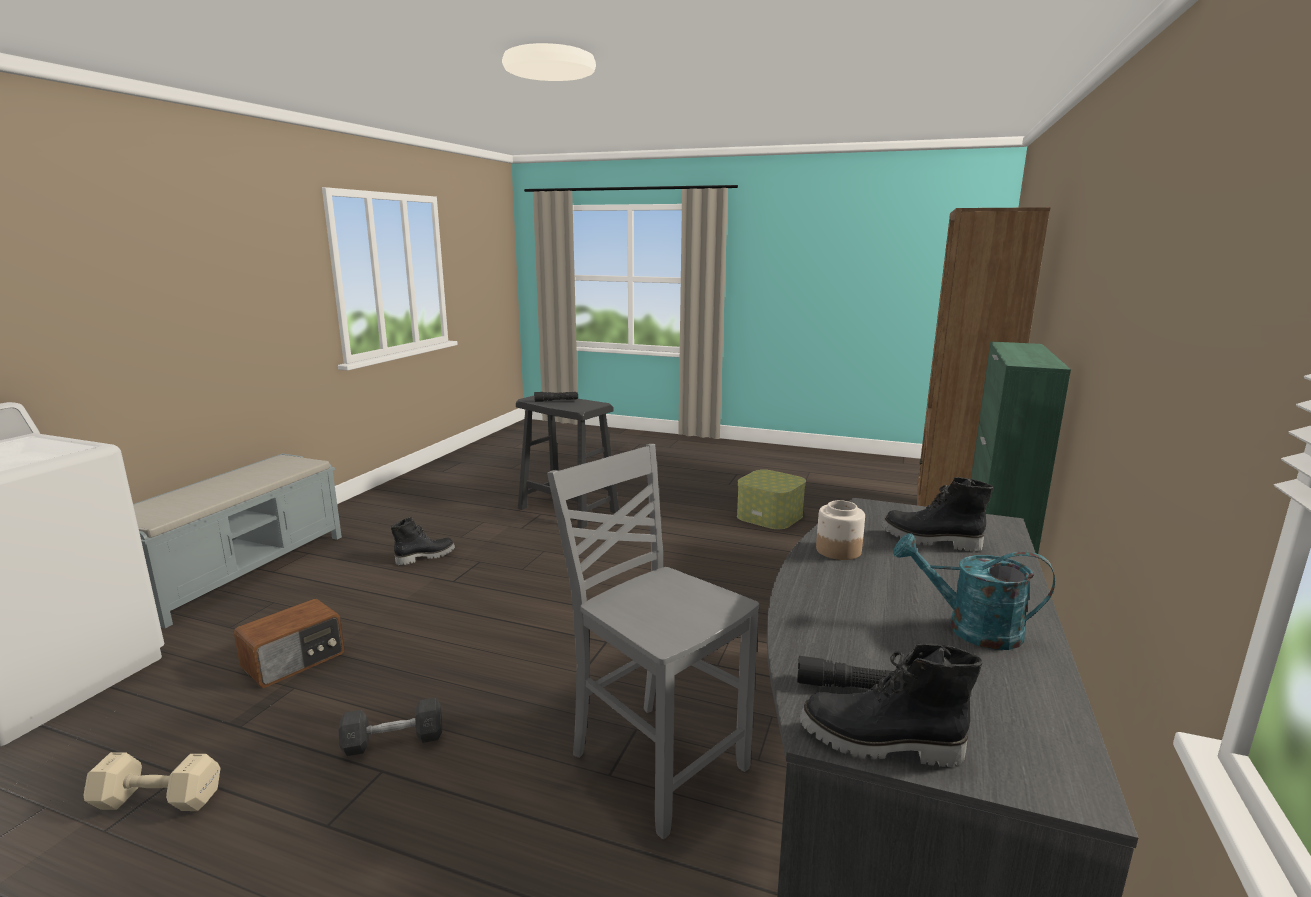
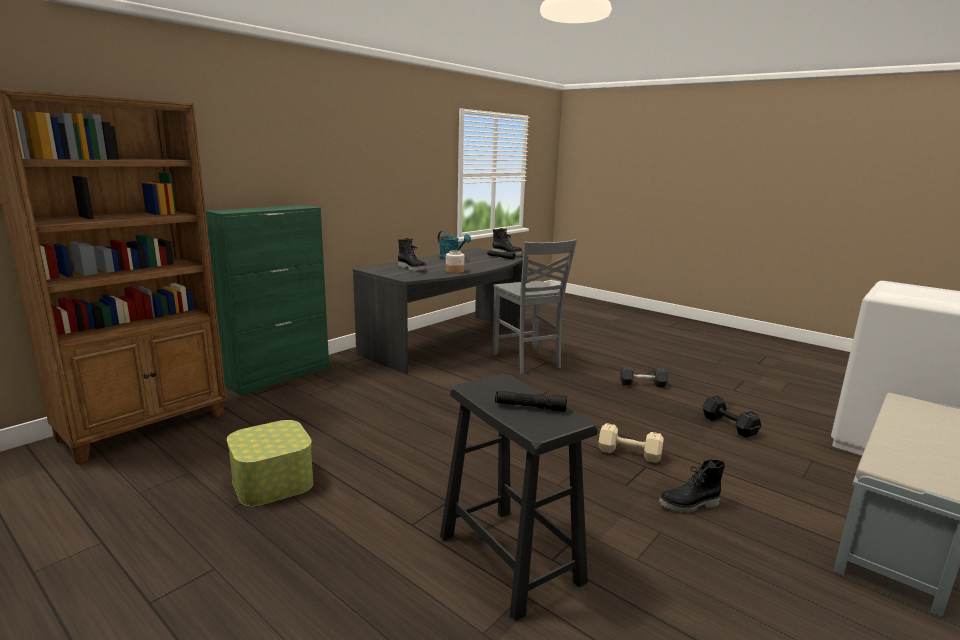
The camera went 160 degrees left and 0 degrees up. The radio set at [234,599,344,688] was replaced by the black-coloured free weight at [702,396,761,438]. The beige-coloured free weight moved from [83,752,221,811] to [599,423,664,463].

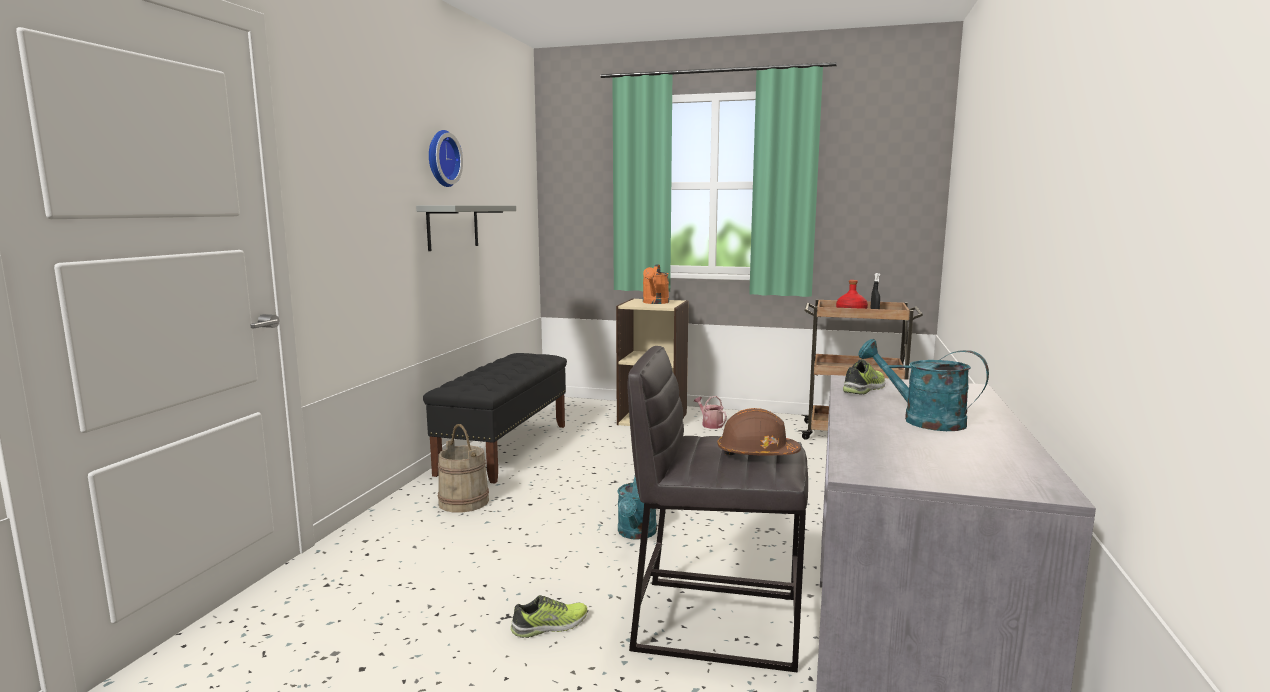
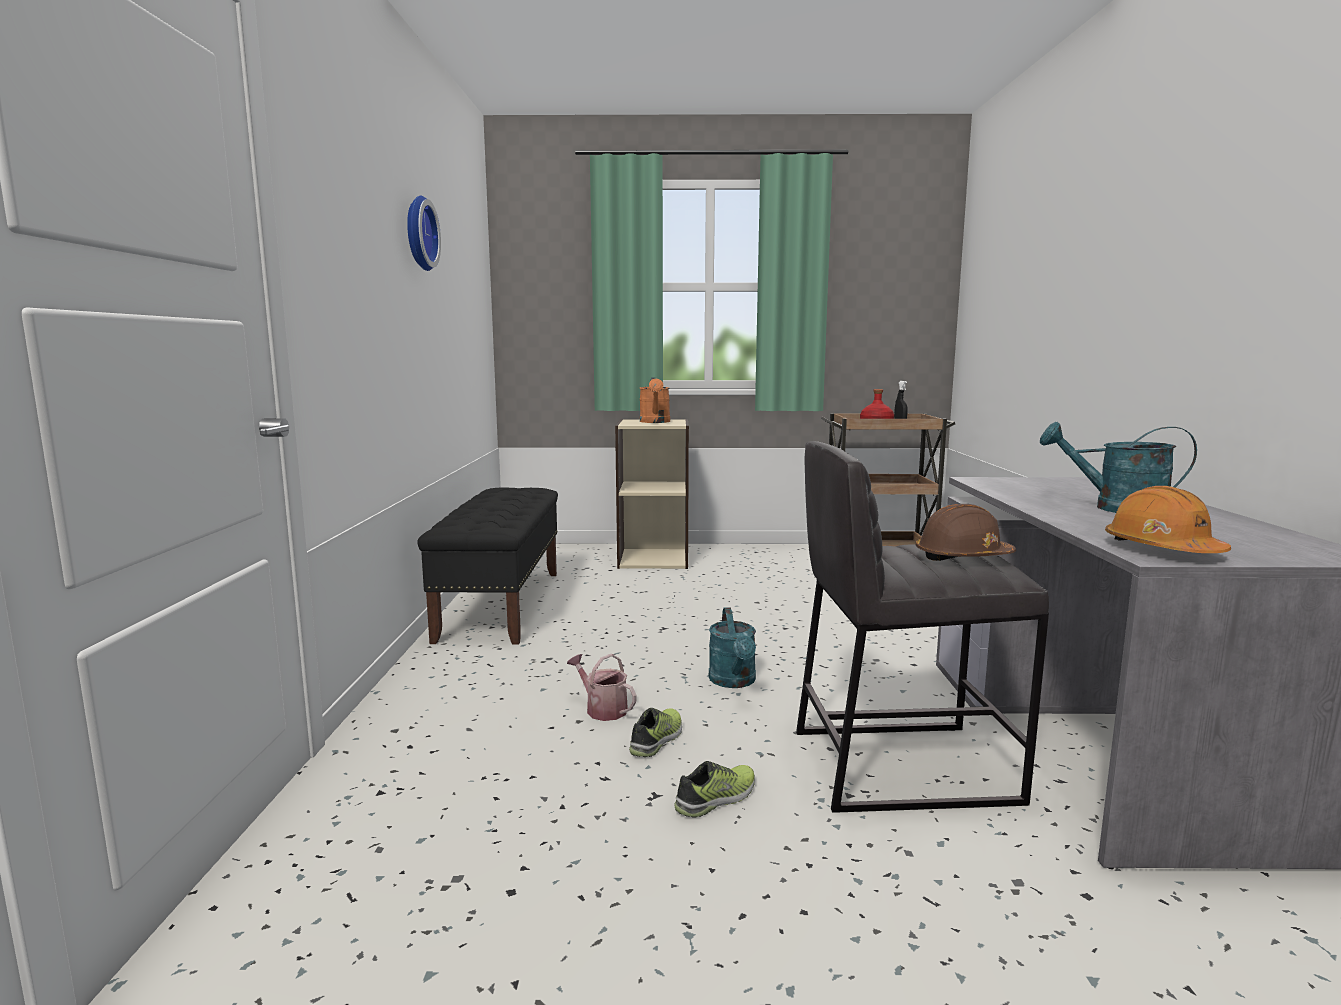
The camera went 15 degrees left and 0 degrees up. The greyish shelf at [416,205,516,251] disappeared. The item of footwear moved from [843,359,885,395] to [629,708,682,757]. The sprinkling can moved from [694,396,727,429] to [567,654,637,721]. The beige-coloured water bucket at [438,424,489,512] disappeared. The orangey safety helmet at [1105,486,1231,553] appeared.

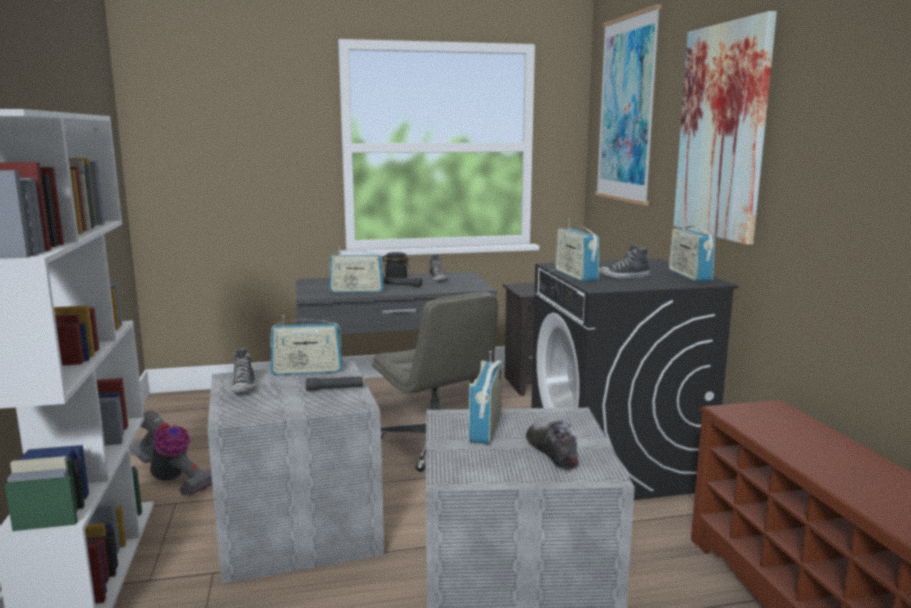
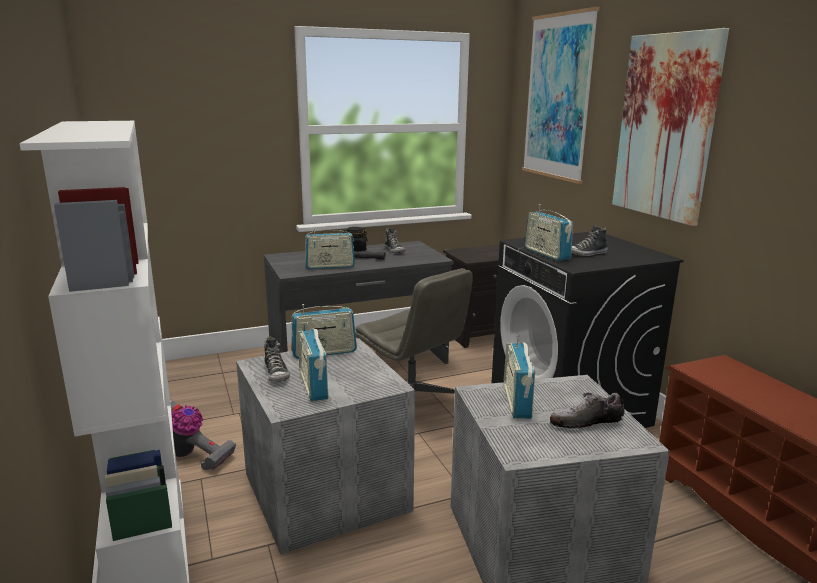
The camera went 10 degrees left and 5 degrees up. The radio set moved from [669,219,715,282] to [298,322,328,401]. The black-coloured flashlight at [306,377,363,391] disappeared. The item of footwear at [526,420,578,470] turned 75 degrees counterclockwise.

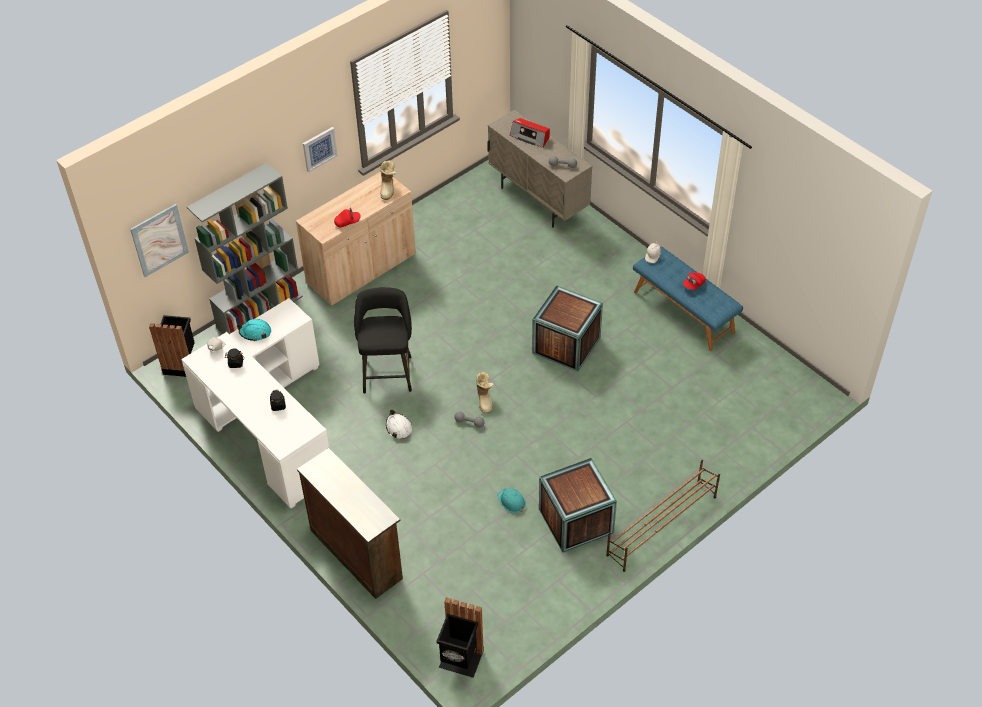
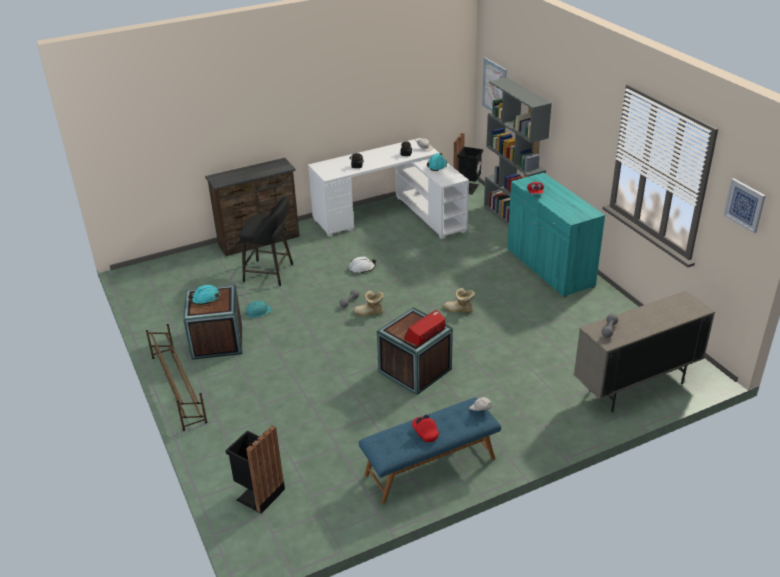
The camera went 105 degrees right and 15 degrees down. The radio set moved from [510,118,550,148] to [404,310,446,346]. The wall art moved from [303,127,338,172] to [723,178,766,233]. The tall boot moved from [380,160,396,200] to [443,288,475,313]. The beige-coloured cupboard at [296,172,416,306] became the turquoise cupboard at [507,173,605,297]. The black-coloured sitting stool moved from [354,287,412,394] to [239,196,293,286]. The black-coloured rubbish bin moved from [436,597,484,678] to [225,425,285,514]. The turquoise safety helmet at [188,285,220,305] appeared.

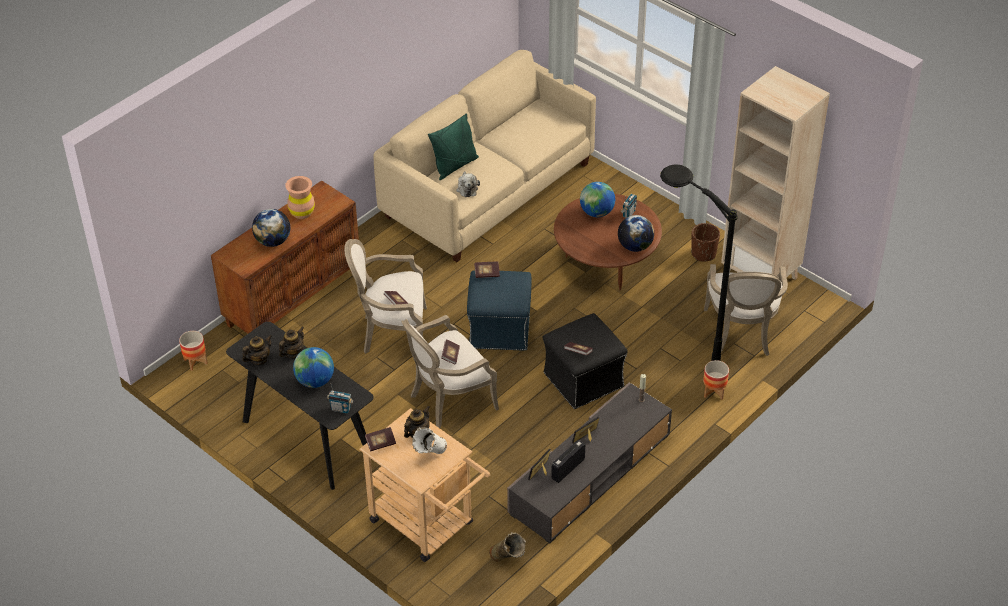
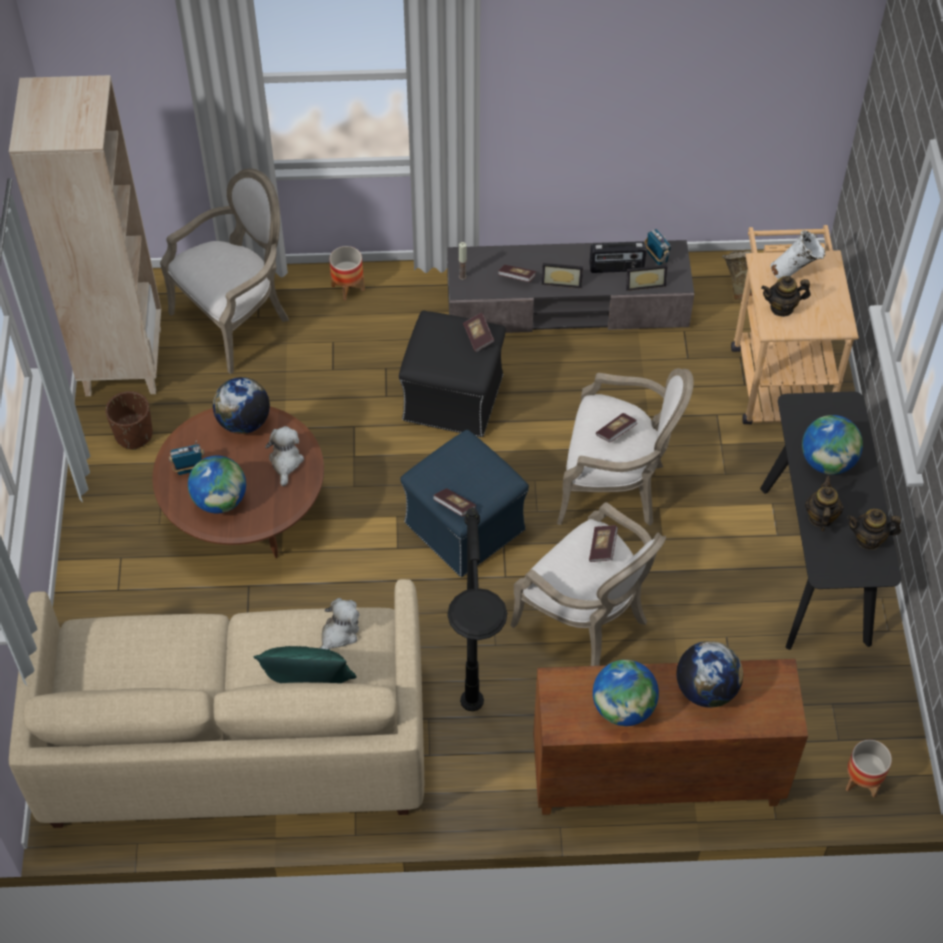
The camera went 135 degrees left and 10 degrees up. The black-coloured standard lamp moved from [660,164,738,361] to [447,508,507,711]. The brownish vase at [285,176,315,219] was replaced by the globe at [593,660,659,726]. The tea pot at [279,327,304,359] turned 105 degrees clockwise. The radio set moved from [327,383,353,414] to [644,229,671,265]. The book moved from [365,427,396,451] to [498,265,536,282]. The soft toy at [265,426,304,486] appeared.

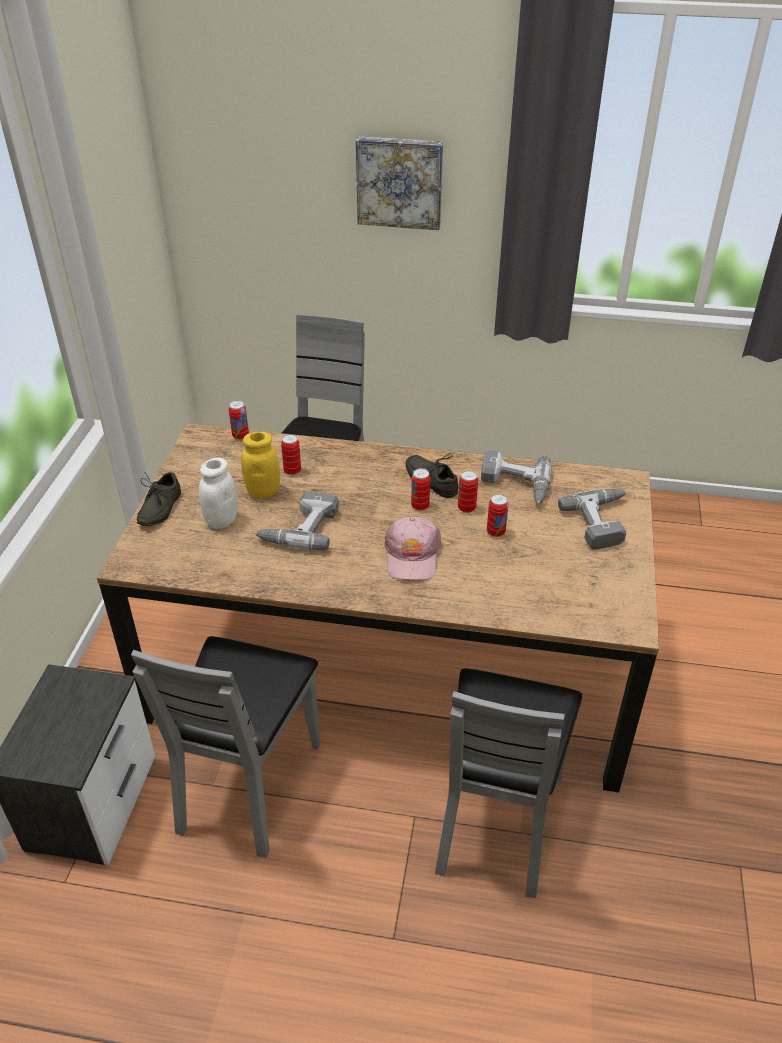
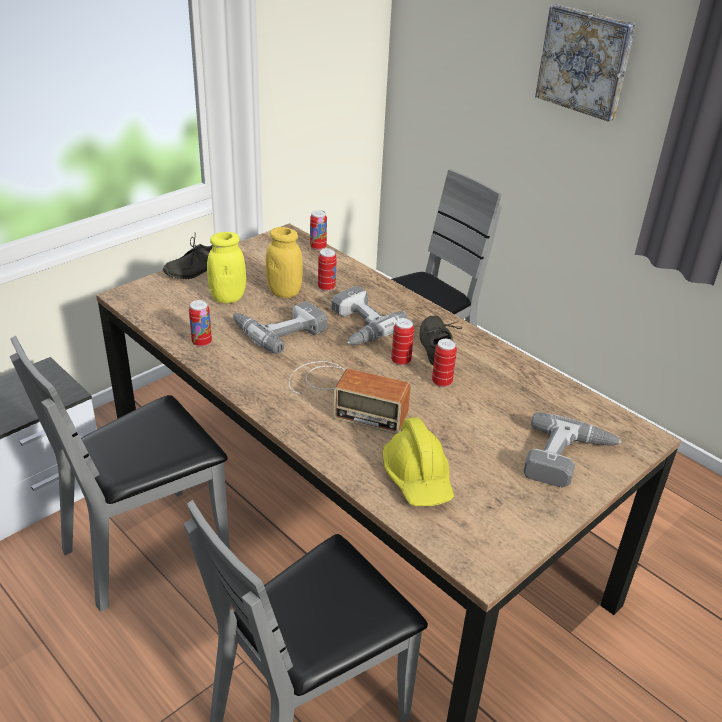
The camera went 35 degrees right and 5 degrees down. The drill moved from [481,450,551,504] to [331,286,408,345]. The white-coloured preserve jar at [199,457,238,529] became the yellow preserve jar at [207,232,246,303]. The can moved from [487,494,508,537] to [189,300,212,347]. The pink-coloured peaked cap at [385,517,441,580] was replaced by the radio set at [289,361,411,434]. The yellow safety helmet at [383,417,454,506] appeared.

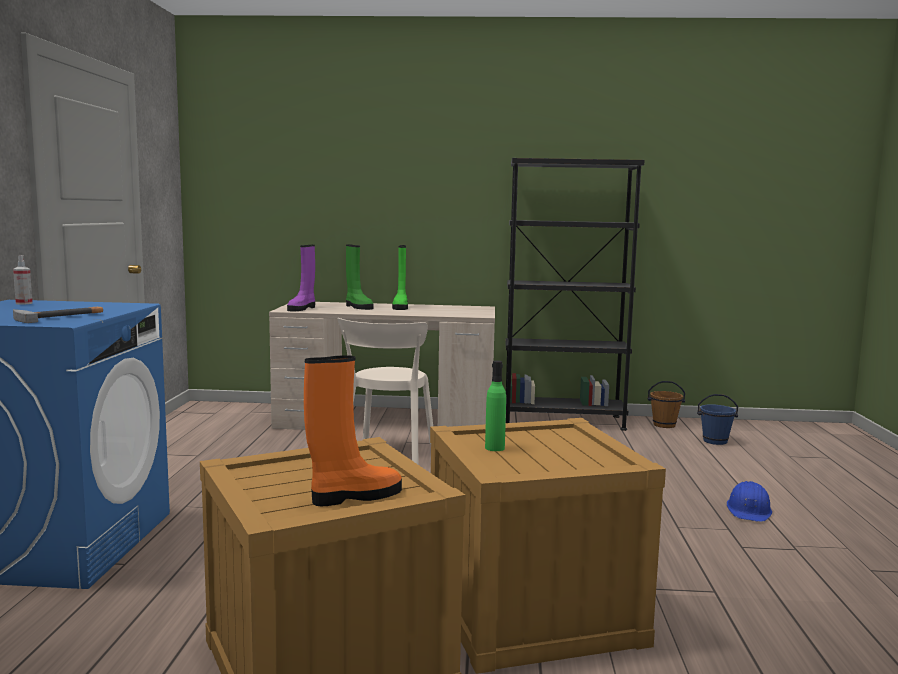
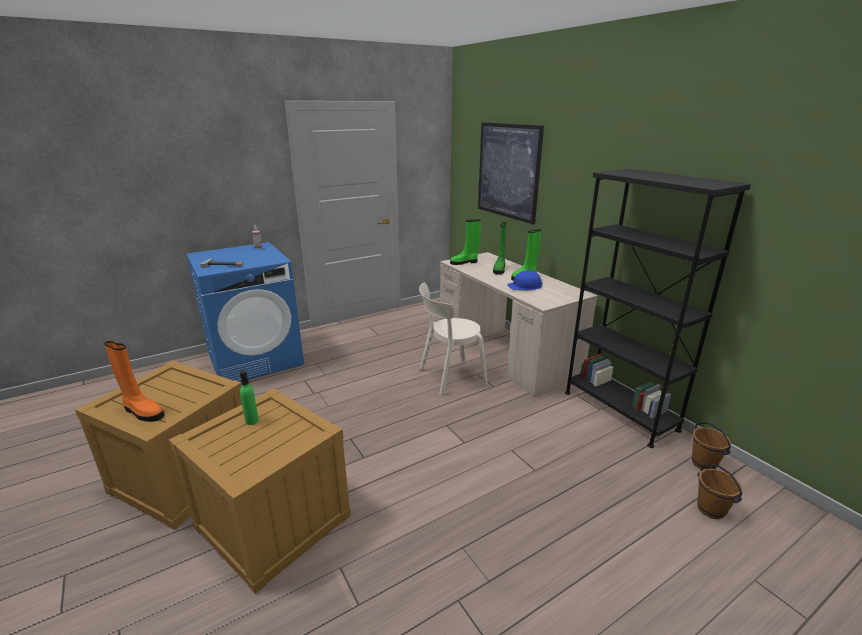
The camera went 55 degrees right and 15 degrees up. The purple tall boot at [287,245,315,311] became the green-coloured tall boot at [450,219,481,265]. The blue water bucket at [697,394,738,445] became the brownish water bucket at [697,464,742,519]. The blue safety helmet moved from [726,481,772,522] to [507,270,543,290]. The wall art at [478,122,544,224] appeared.

